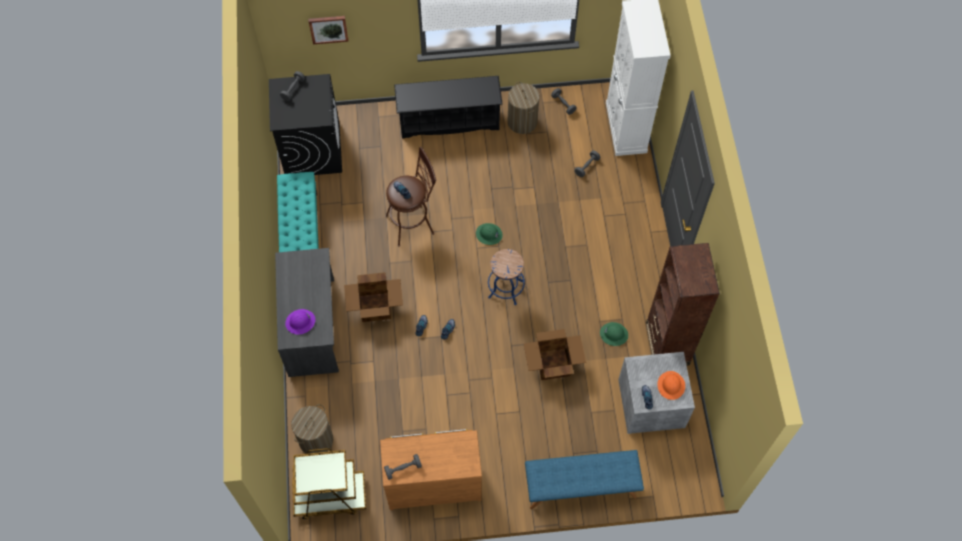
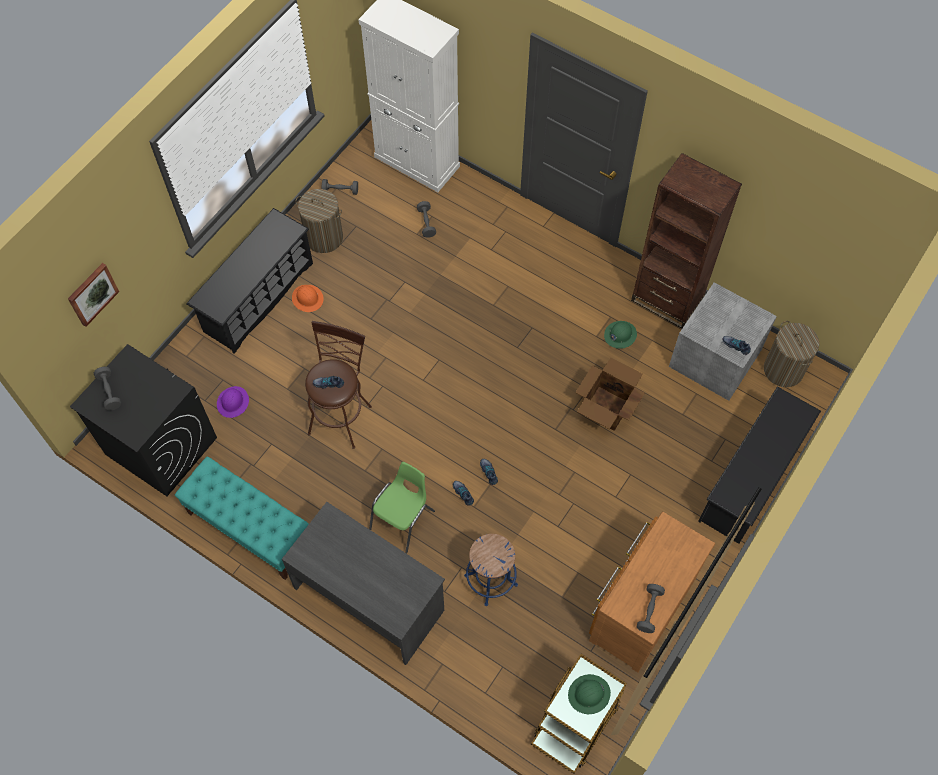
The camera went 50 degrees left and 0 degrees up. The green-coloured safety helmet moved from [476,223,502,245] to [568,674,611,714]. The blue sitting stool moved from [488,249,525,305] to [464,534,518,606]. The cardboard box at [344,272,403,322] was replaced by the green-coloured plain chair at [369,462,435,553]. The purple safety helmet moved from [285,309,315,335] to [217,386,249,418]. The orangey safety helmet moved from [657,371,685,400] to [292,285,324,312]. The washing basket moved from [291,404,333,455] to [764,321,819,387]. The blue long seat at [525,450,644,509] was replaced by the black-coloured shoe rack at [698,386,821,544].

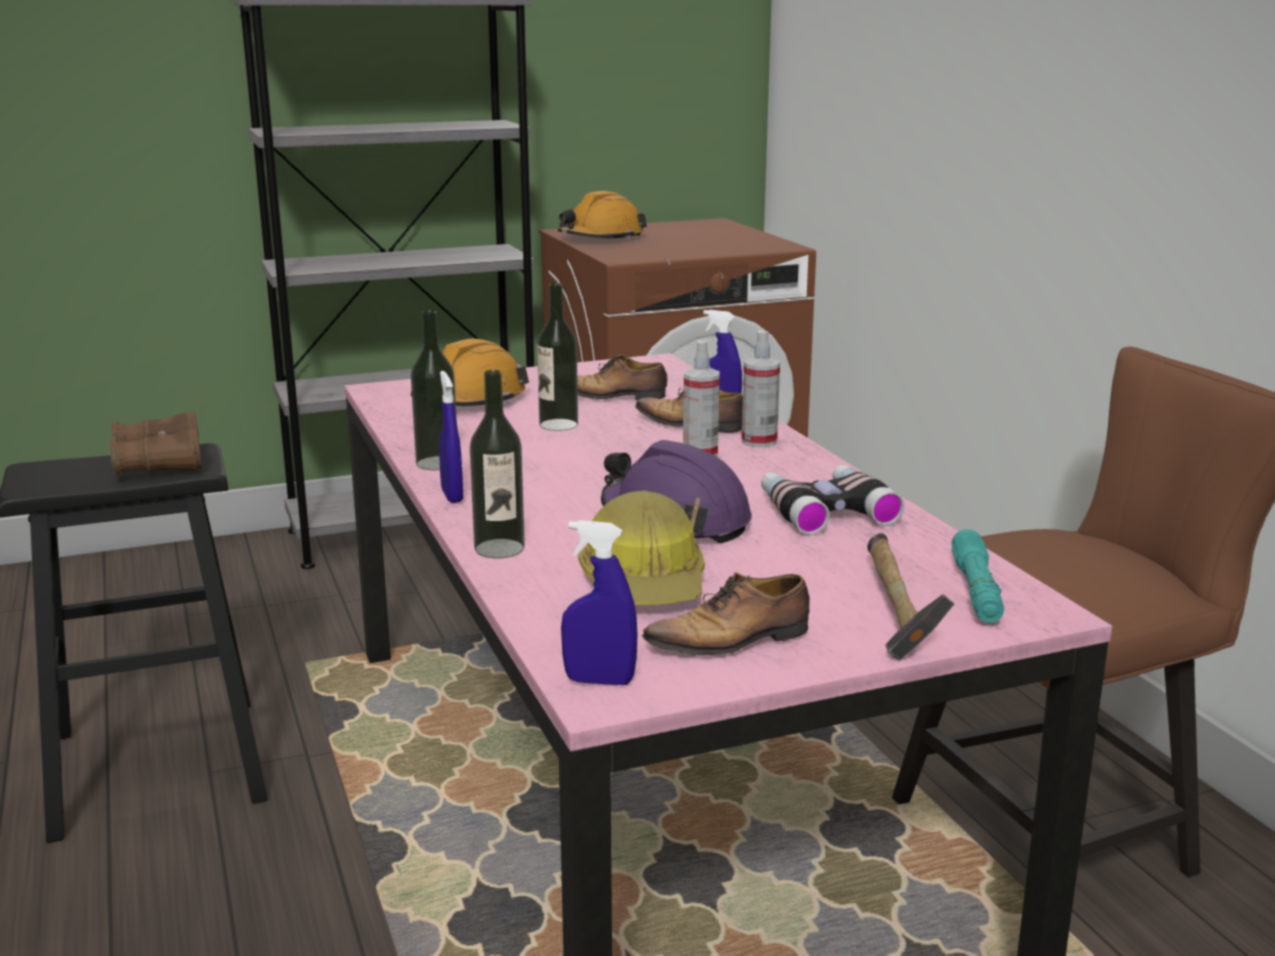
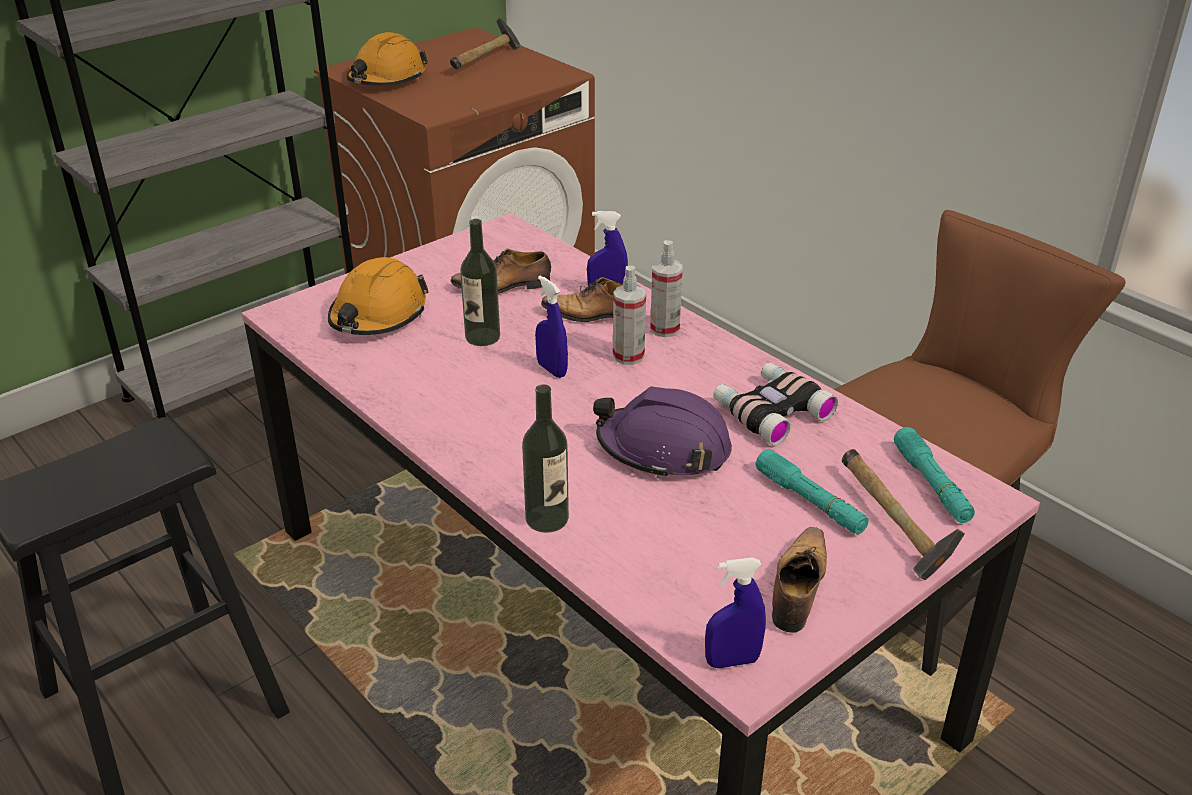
The camera went 20 degrees left and 15 degrees up. The beverage bottle at [411,310,457,470] disappeared. The blue spray bottle moved from [439,371,463,503] to [535,276,568,378]. The brownish binoculars at [110,412,202,476] disappeared. The safety helmet at [578,491,705,605] disappeared. The item of footwear at [642,572,810,655] turned 150 degrees clockwise. The hammer at [450,18,521,69] appeared. The turquoise flashlight at [756,449,869,535] appeared.

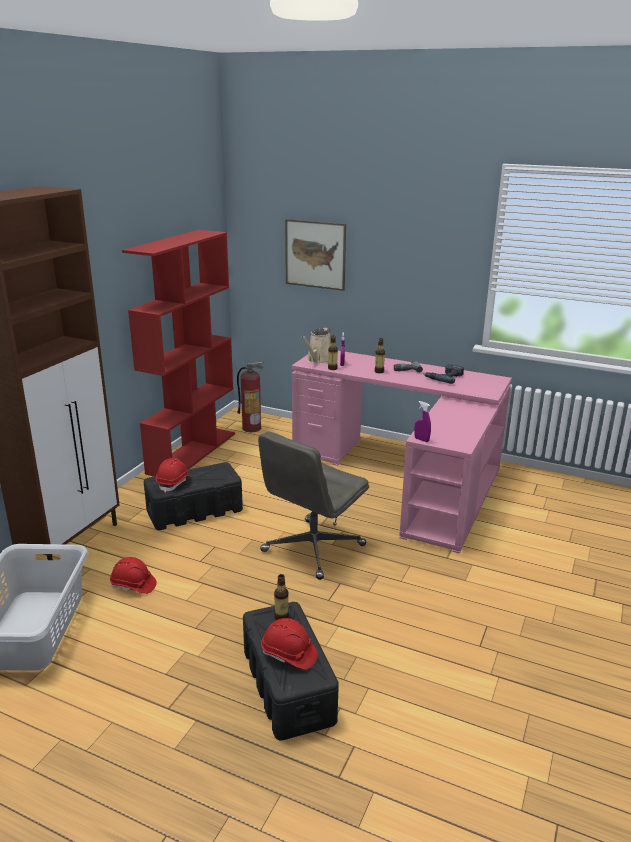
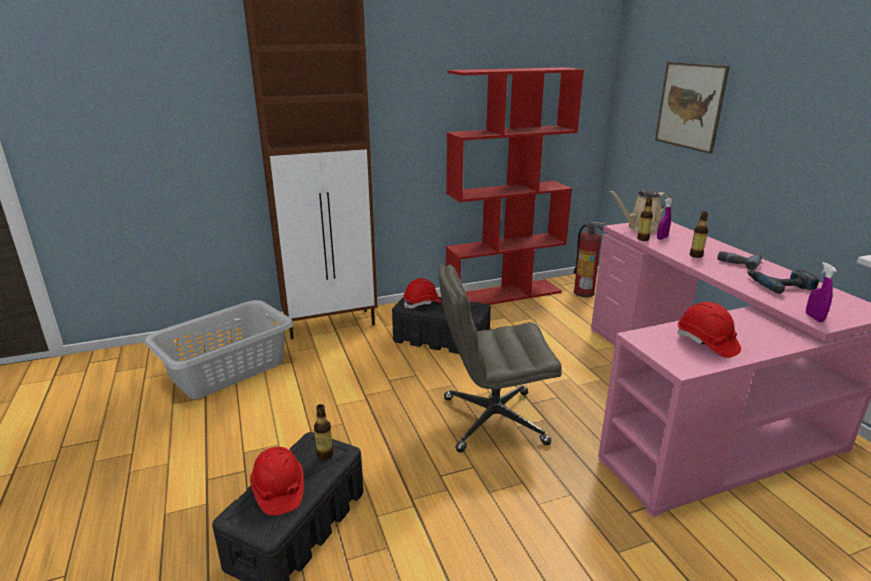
The camera went 45 degrees right and 0 degrees up. The purple spray bottle moved from [414,401,431,442] to [806,262,837,322]. The red safety helmet moved from [110,557,157,594] to [678,302,741,358].

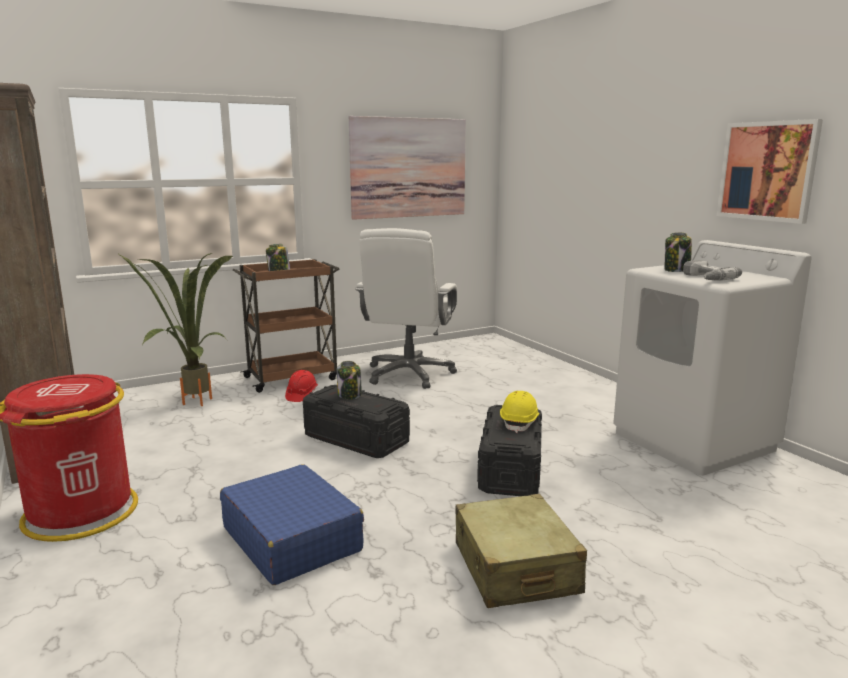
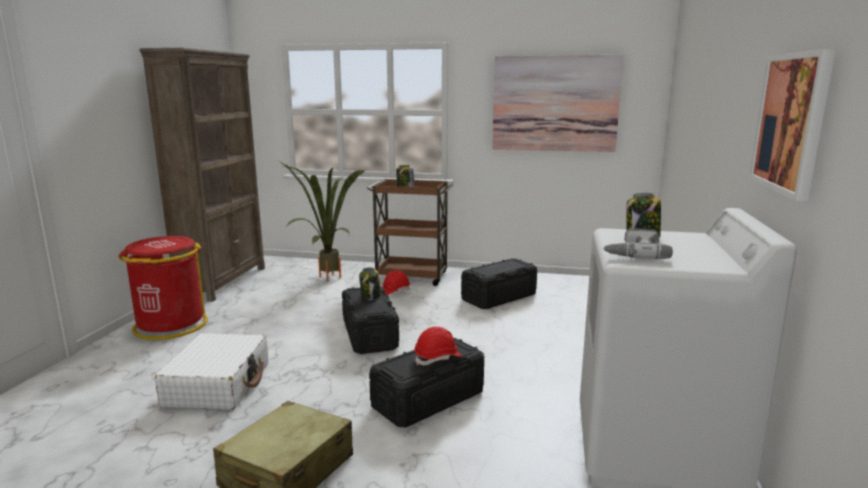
The camera went 40 degrees right and 0 degrees up. The white-coloured desk chair at [355,228,457,389] was replaced by the black-coloured storage box at [461,258,537,309]. The yellow safety helmet at [500,391,540,433] became the red safety helmet at [414,327,462,366]. The blue travel case at [220,464,364,585] became the white-coloured travel case at [155,333,268,410].

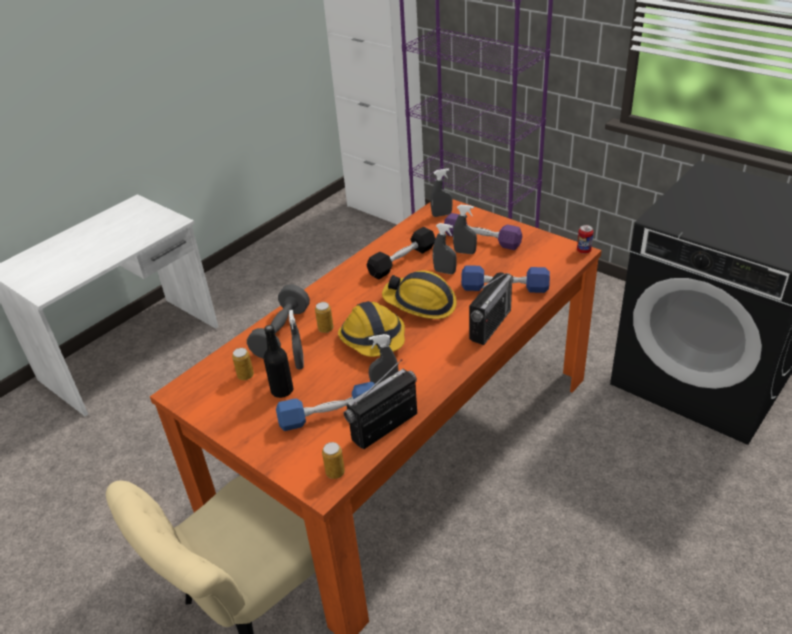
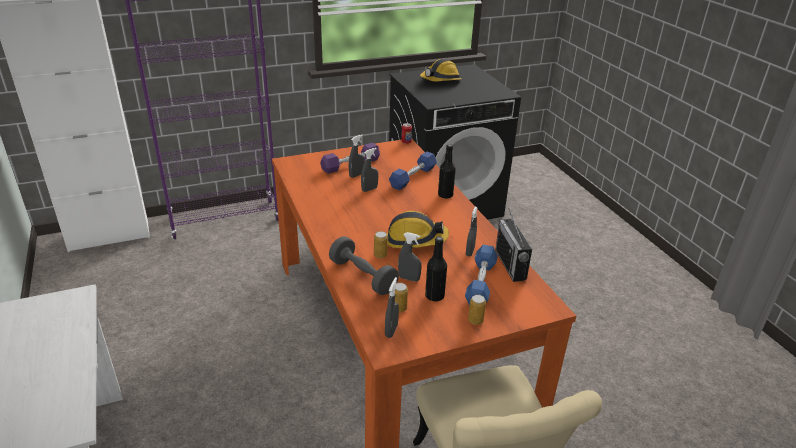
The camera went 65 degrees left and 5 degrees down. The greyish spray bottle moved from [430,169,453,217] to [385,277,399,338]. The black-coloured free weight at [366,227,436,279] disappeared. The safety helmet moved from [382,270,457,319] to [420,59,461,81]. The radio set at [469,272,513,345] was replaced by the black-coloured beverage bottle at [438,144,456,199]. The can moved from [322,442,345,479] to [468,295,486,325].

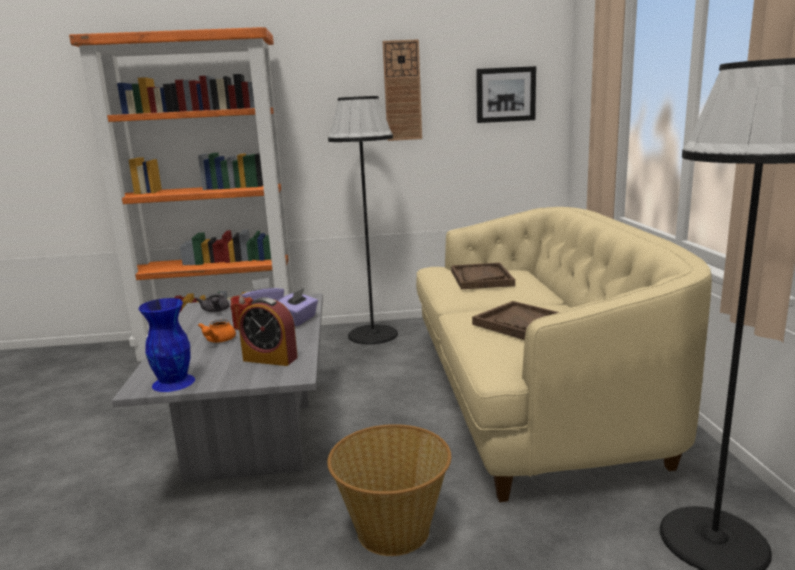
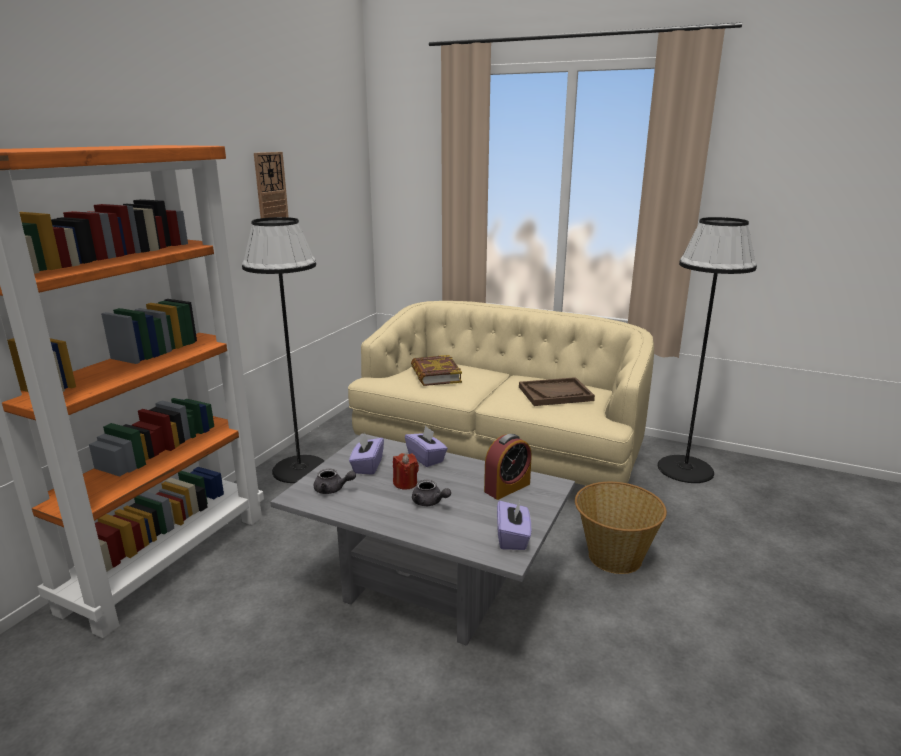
The camera went 60 degrees left and 5 degrees up. The wall art at [476,66,536,123] disappeared. The brownish serving tray at [451,263,515,289] was replaced by the book at [411,355,462,386]. The blue vase at [138,298,195,392] was replaced by the purple tissue box at [497,500,531,550]. The orangey tea pot at [198,319,236,343] became the greyish tea pot at [412,480,451,506].

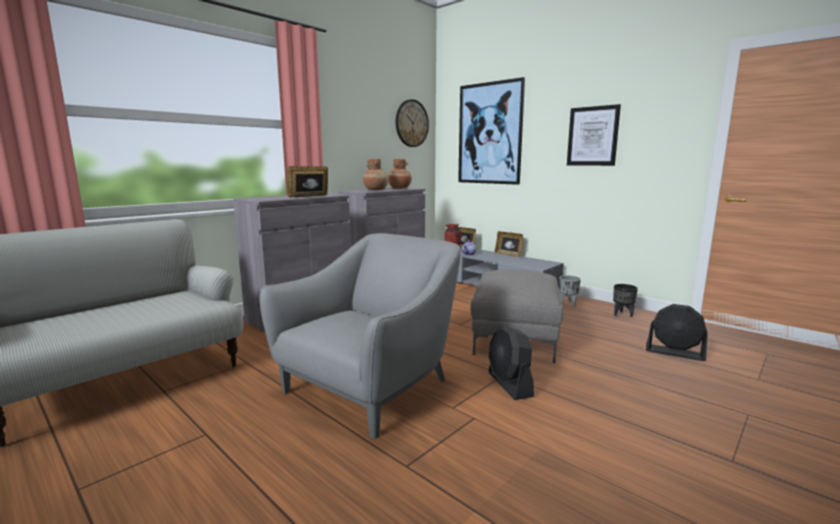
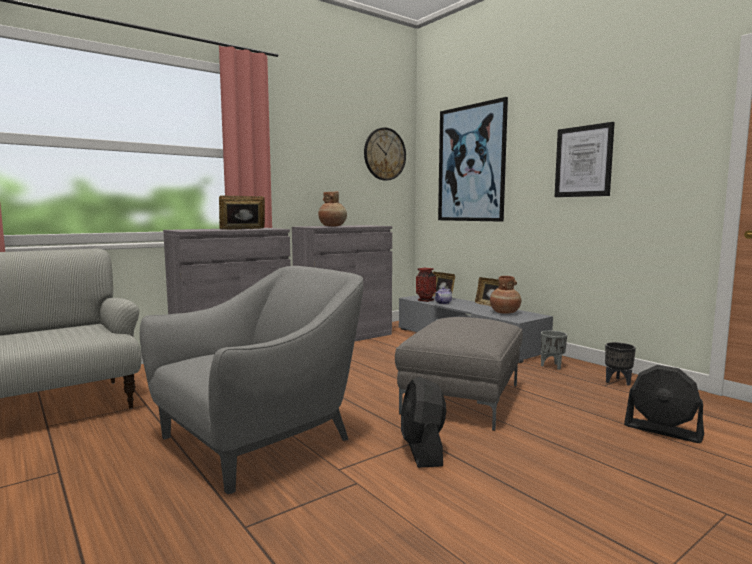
The camera went 10 degrees right and 5 degrees down. The brownish vase moved from [388,159,412,188] to [490,276,521,313].

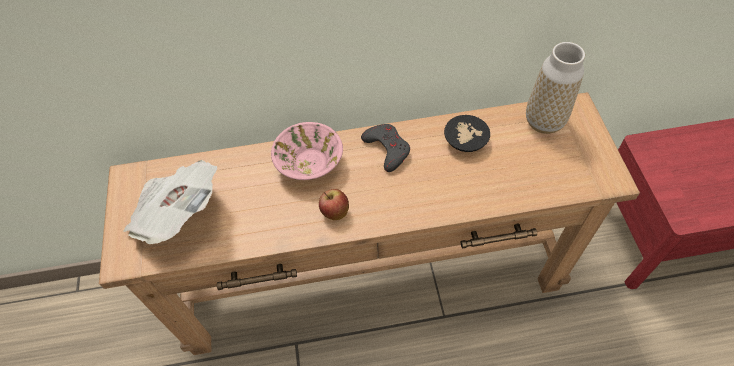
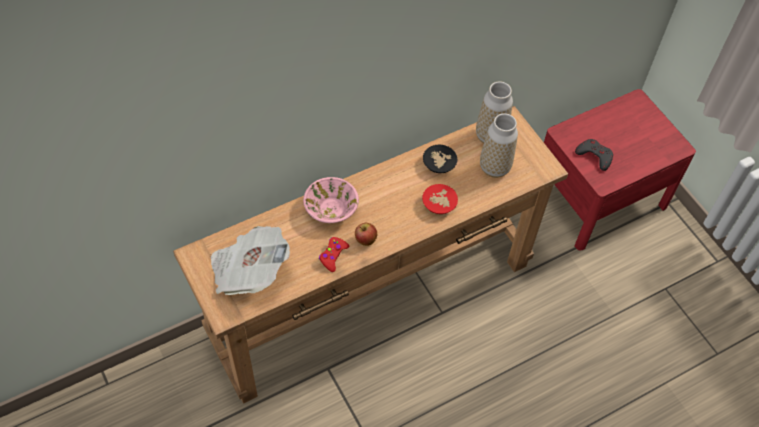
The camera went 25 degrees left and 0 degrees up. The greyish gamepad moved from [361,124,410,172] to [575,139,613,171]. The vase at [480,113,518,178] appeared. The red serving bowl at [422,184,458,214] appeared. The red gamepad at [319,237,349,272] appeared.

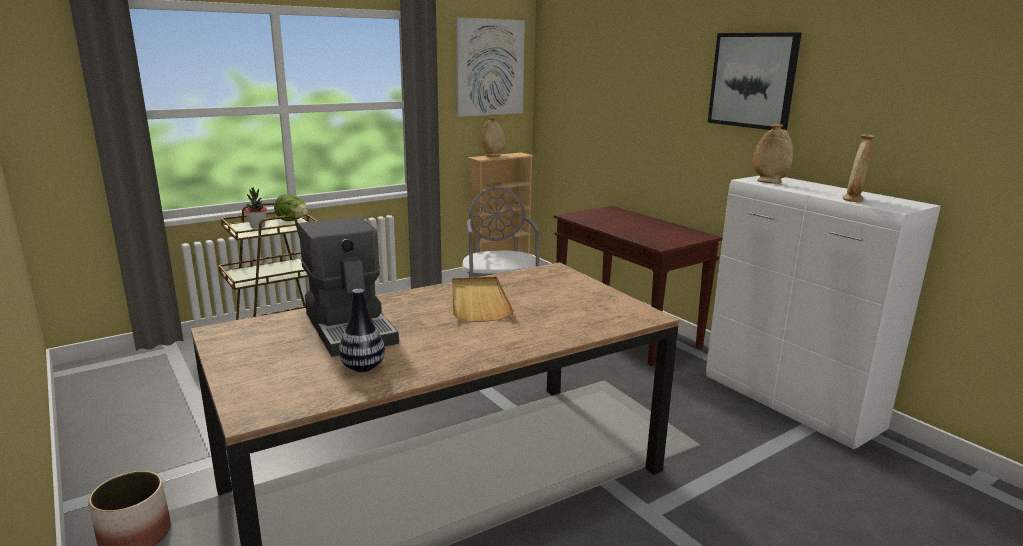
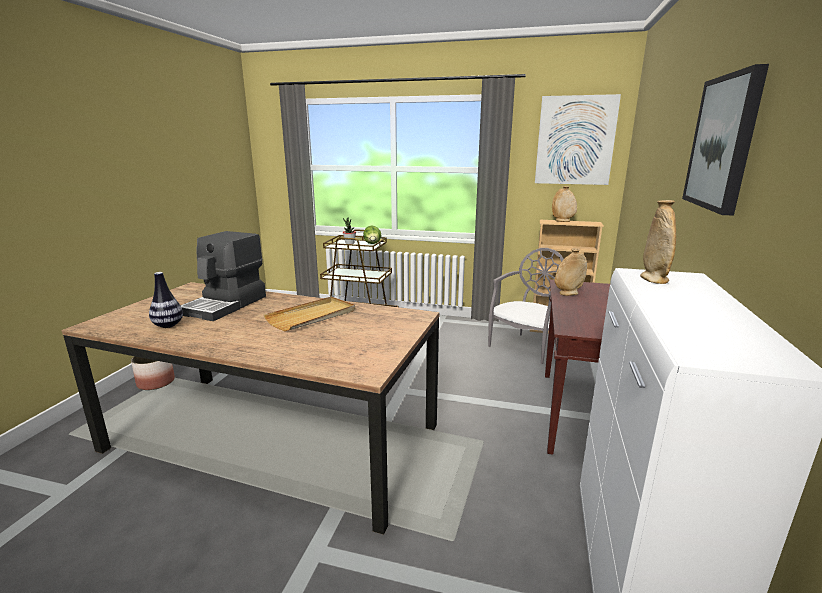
The camera went 50 degrees right and 0 degrees up. The beige-coloured vase moved from [843,134,875,202] to [554,248,587,296].

